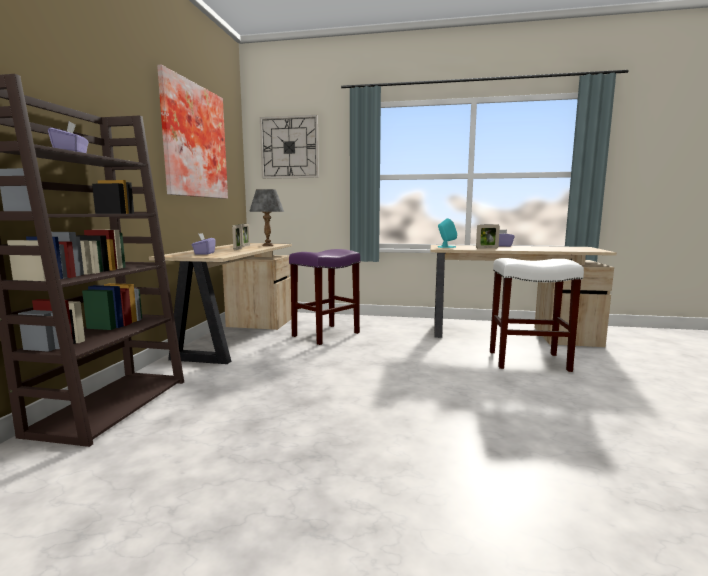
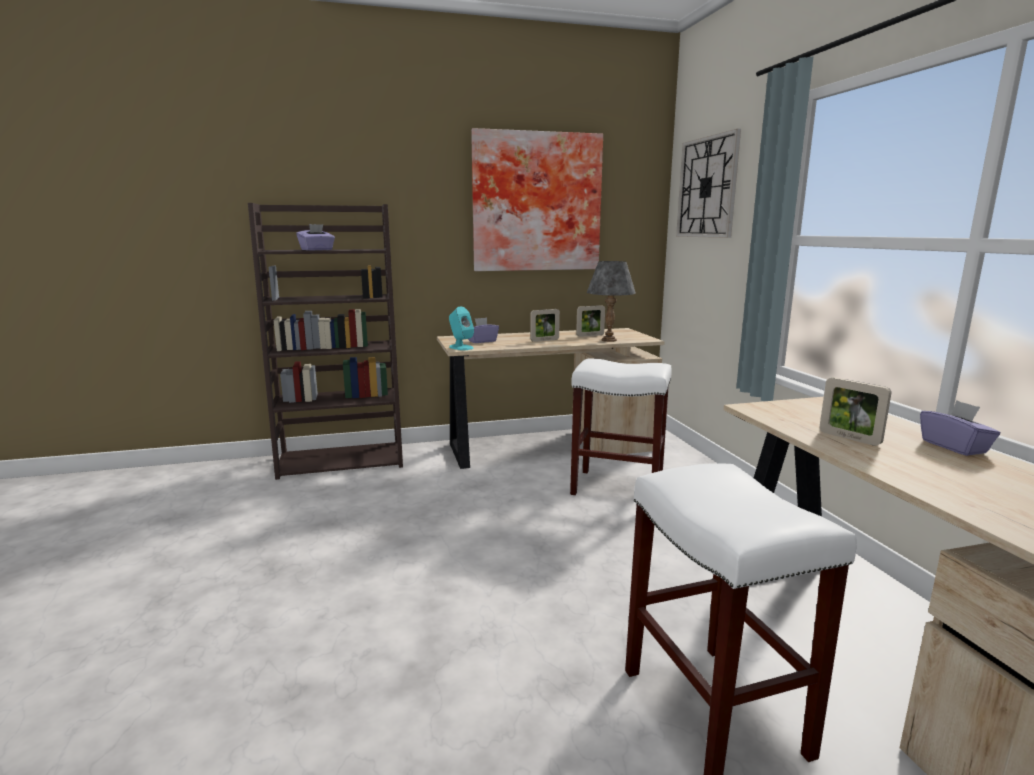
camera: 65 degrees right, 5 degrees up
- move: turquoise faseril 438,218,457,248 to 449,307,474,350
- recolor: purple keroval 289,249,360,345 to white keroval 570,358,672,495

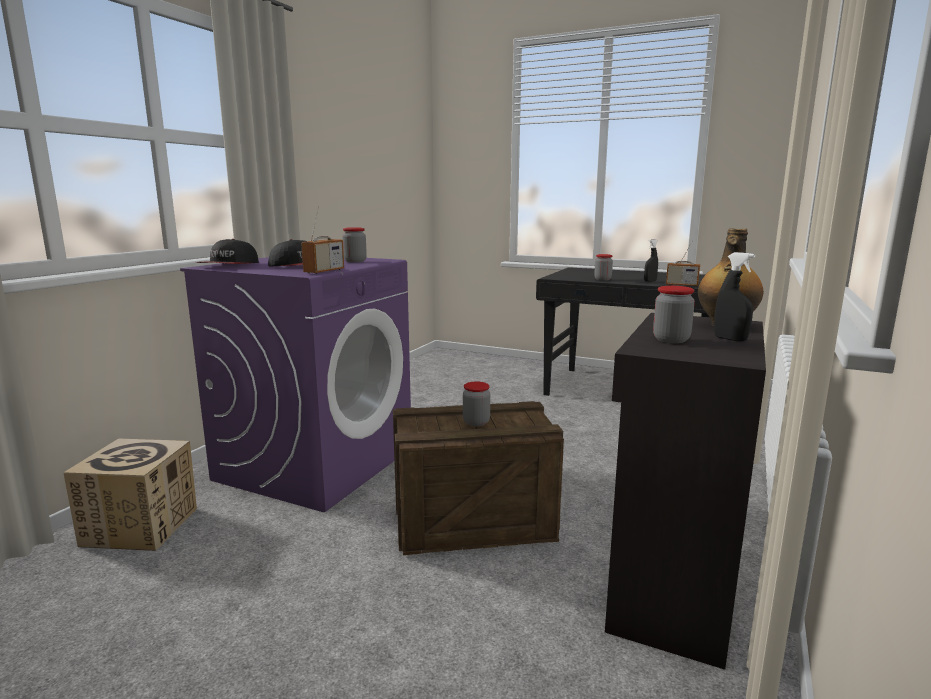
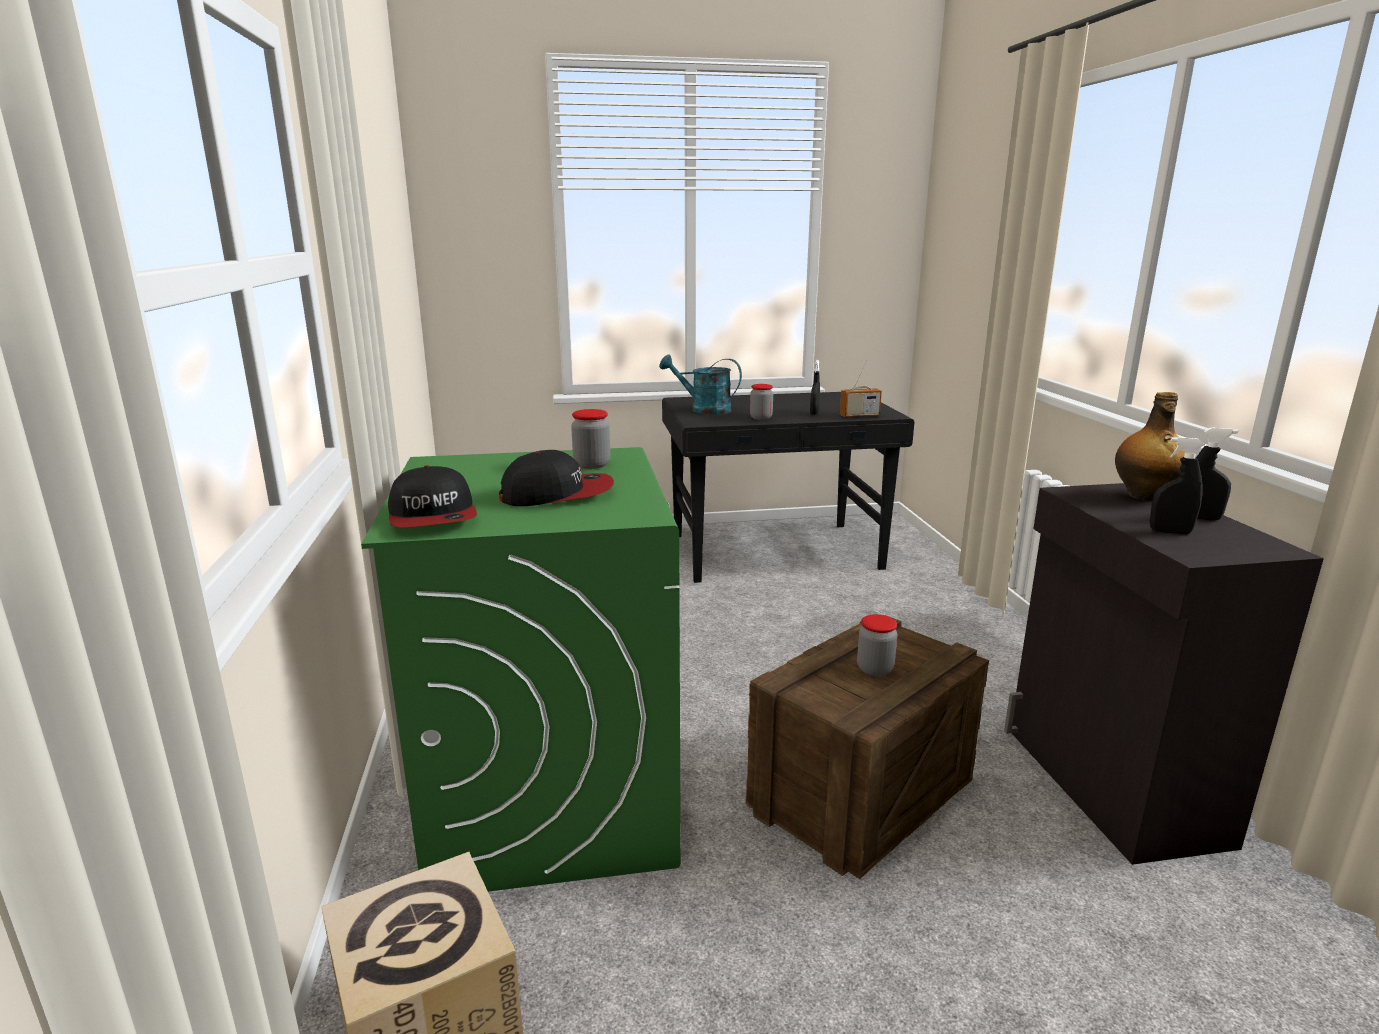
camera: 35 degrees left, 5 degrees up
- recolor: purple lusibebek 180,257,411,512 to green lusibebek 361,447,681,892
- insert: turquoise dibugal 659,354,742,415
- replace: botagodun 653,286,695,343 to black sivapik 1149,437,1205,534
- delete: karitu 301,206,344,274

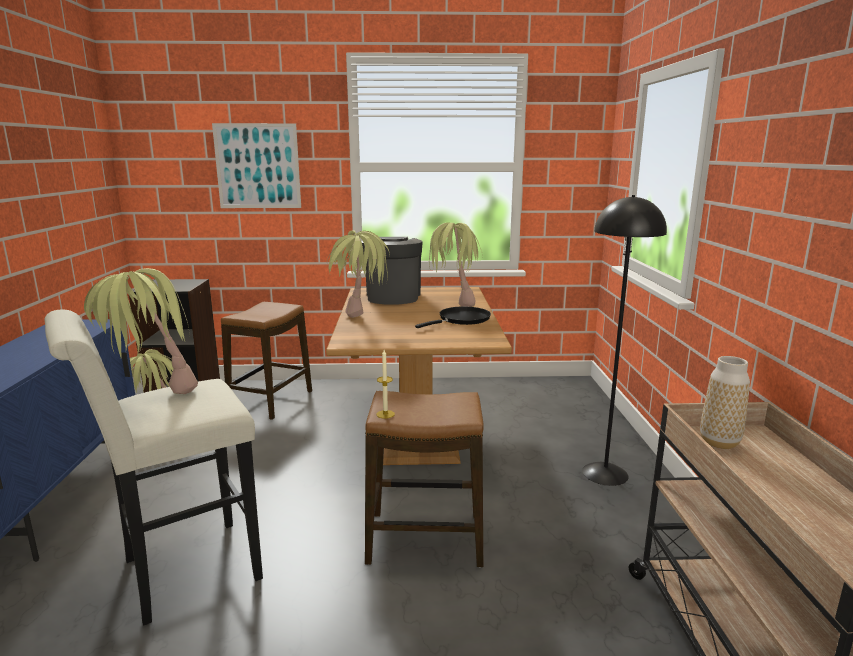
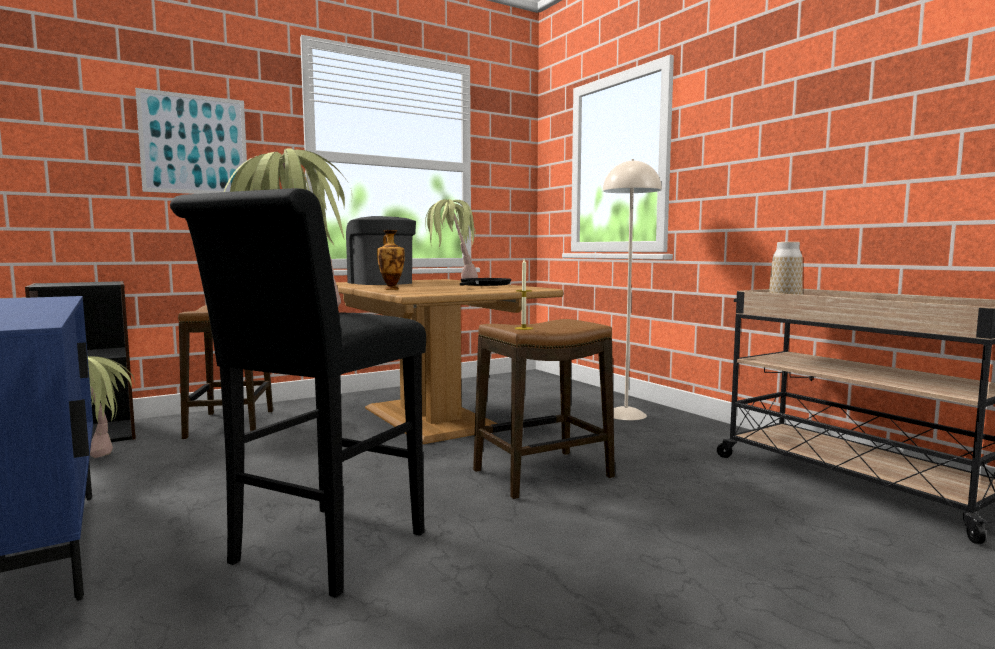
camera: 30 degrees left, 10 degrees down
- recolor: white keroval 44,310,263,626 to black keroval 170,188,426,598
- replace: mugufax 327,230,390,318 to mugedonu 377,230,405,290
- recolor: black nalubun 582,195,667,486 to beige nalubun 603,159,662,420

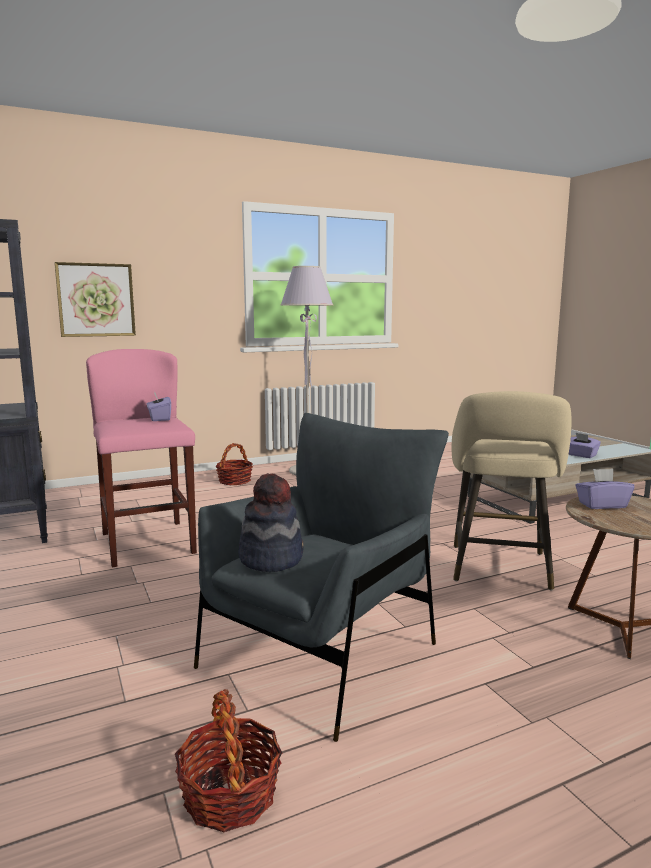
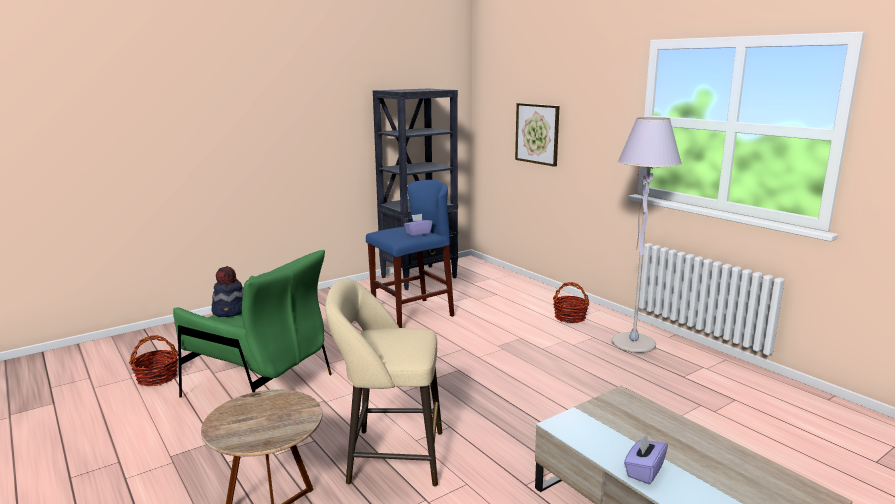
camera: 80 degrees right, 5 degrees up
- recolor: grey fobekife 194,413,449,742 to green fobekife 173,250,332,398
- recolor: pink keroval 86,349,197,567 to blue keroval 366,180,454,328
- delete: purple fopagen 575,469,635,509

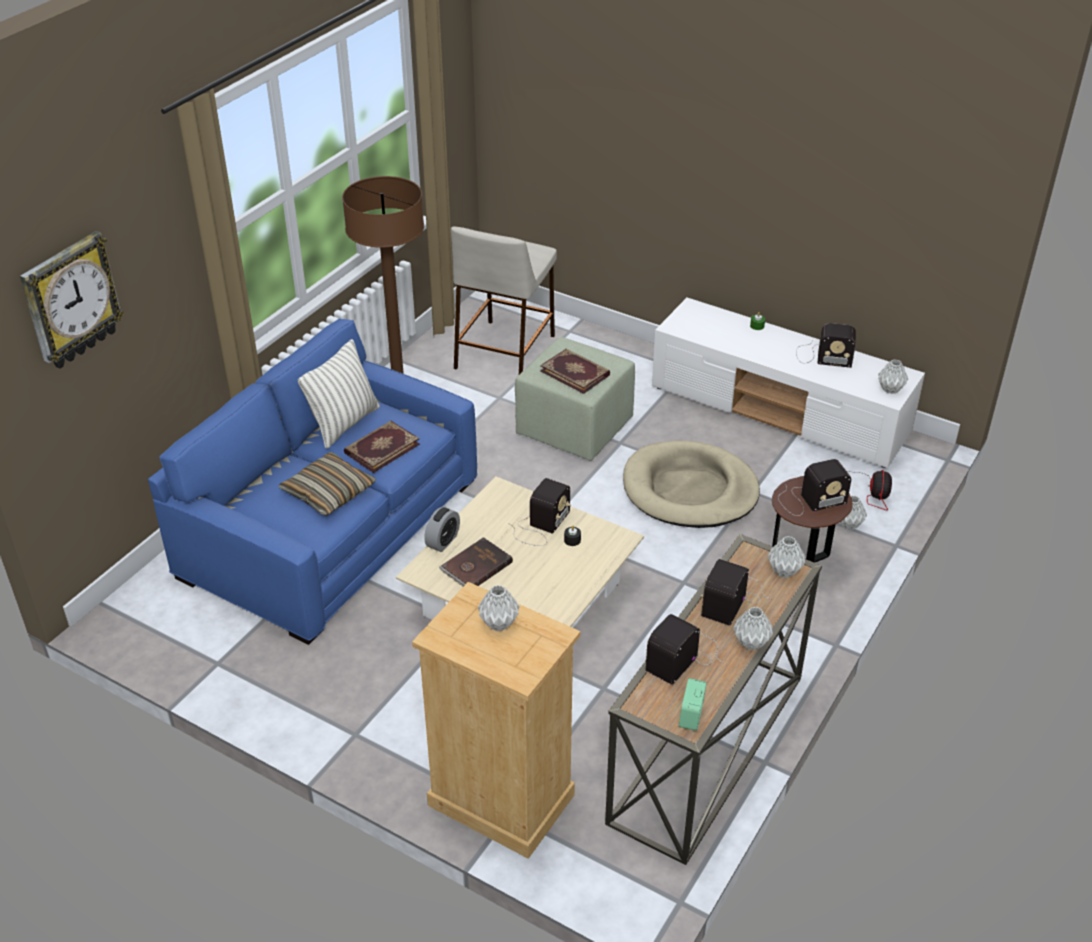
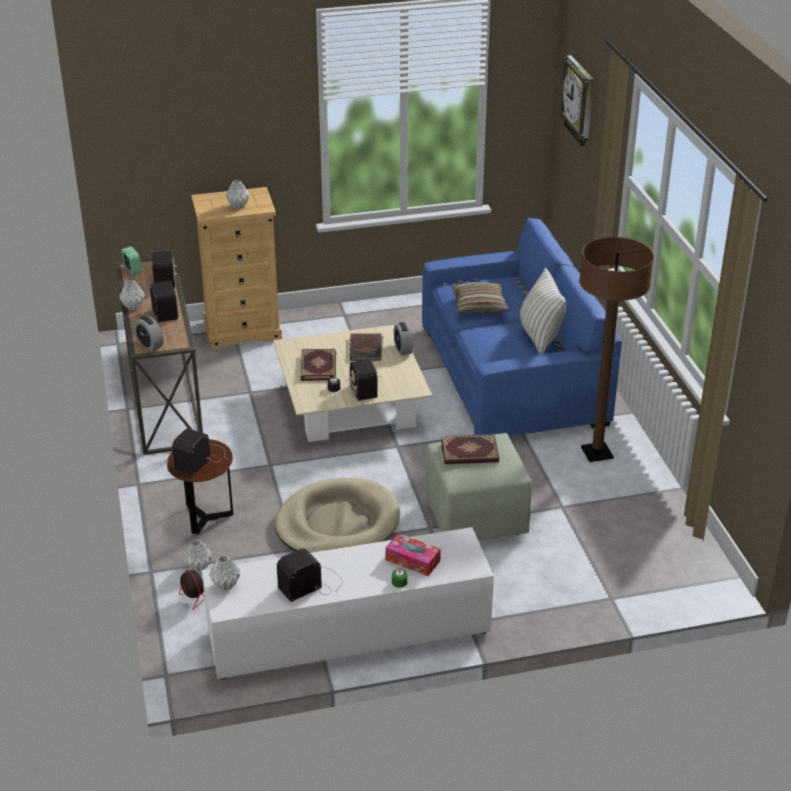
camera: 135 degrees right, 5 degrees down
- replace: grey mugedonu 768,536,805,578 to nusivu 133,316,163,351
- move: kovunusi 344,421,420,473 to 301,349,336,381
- insert: fopagen 386,533,441,576
- delete: beige keroval 451,227,557,374

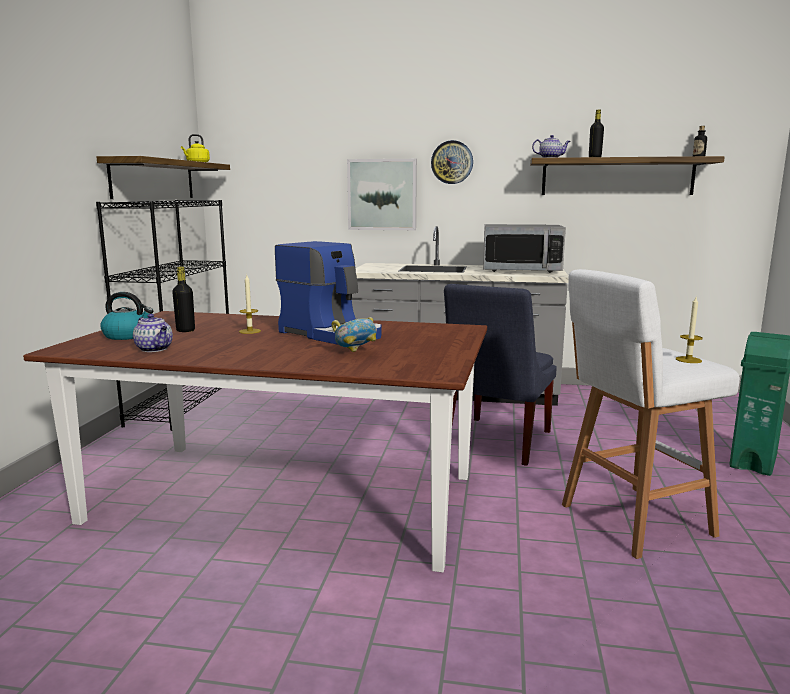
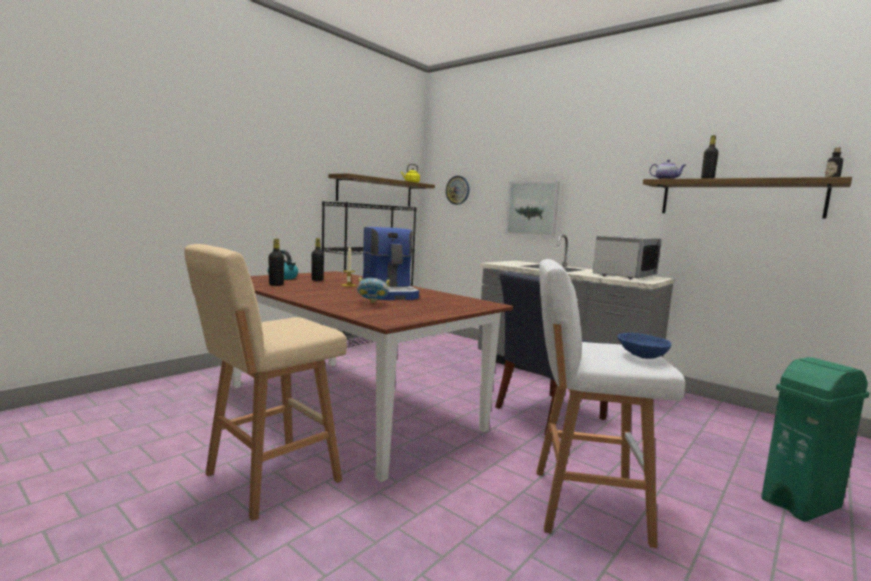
camera: 30 degrees right, 5 degrees down
- insert: beige keroval 184,244,347,521
- replace: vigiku 133,314,173,352 to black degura 268,239,284,286
- move: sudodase 431,140,473,184 to 446,176,469,205
- rotate: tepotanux 483,224,566,273 = 593,236,661,280 90 degrees counterclockwise
- replace: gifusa 676,297,703,363 to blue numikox 617,333,672,359

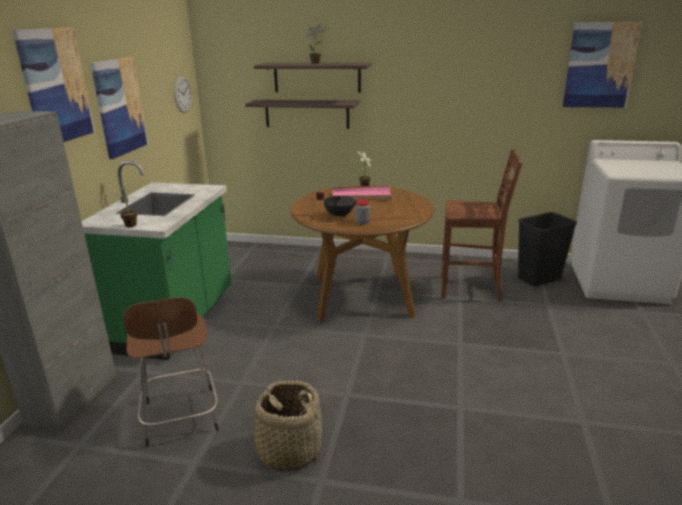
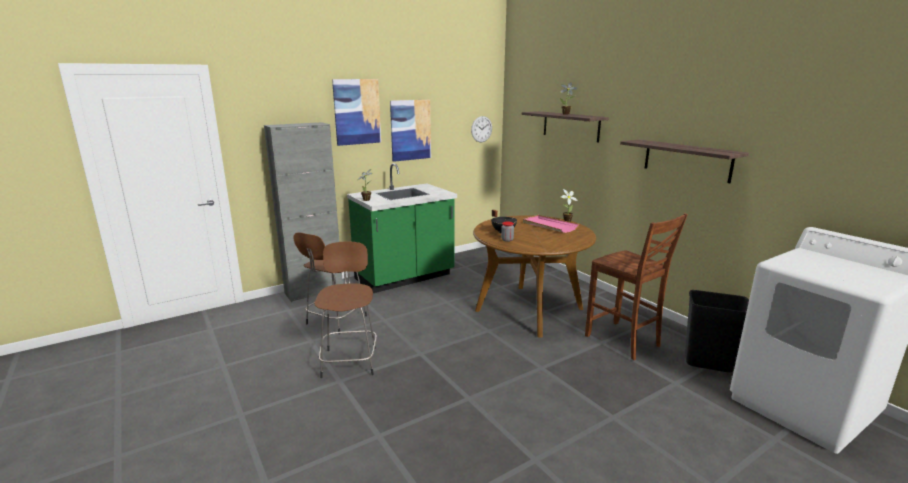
camera: 45 degrees right, 5 degrees down
- replace: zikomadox 250,381,325,472 to brown keroval 314,241,377,378
- move: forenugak 245,99,359,129 to 620,139,749,183
- delete: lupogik 563,22,642,108

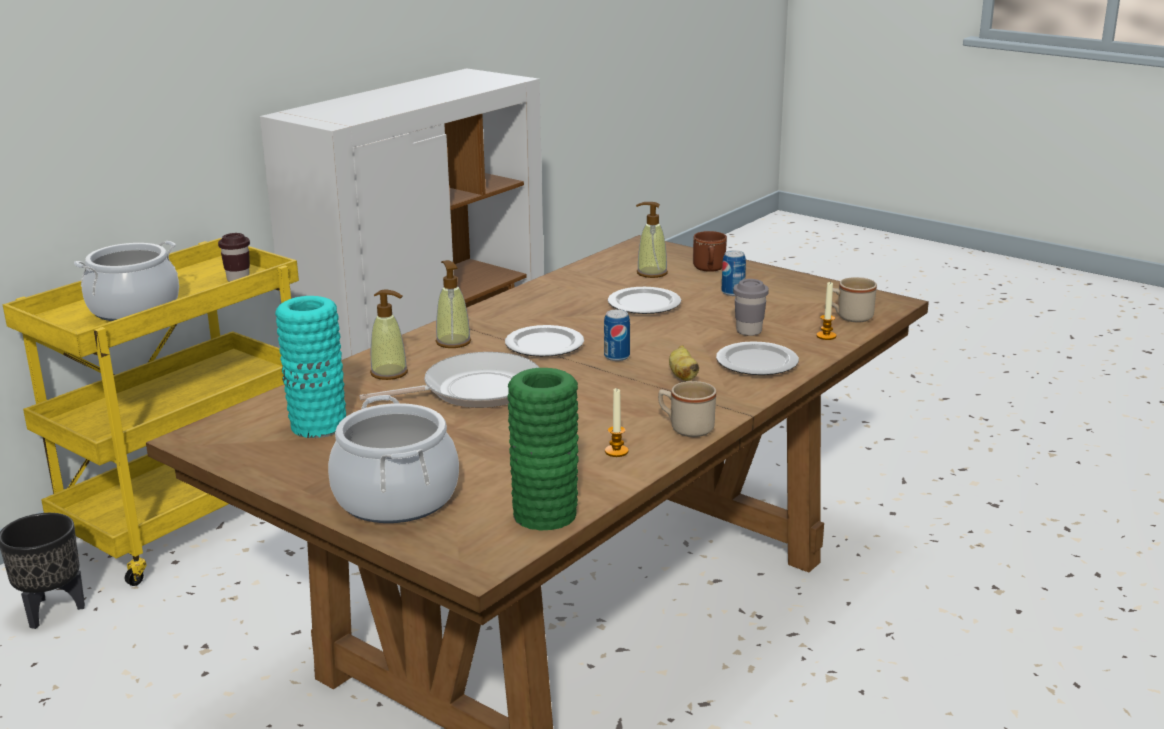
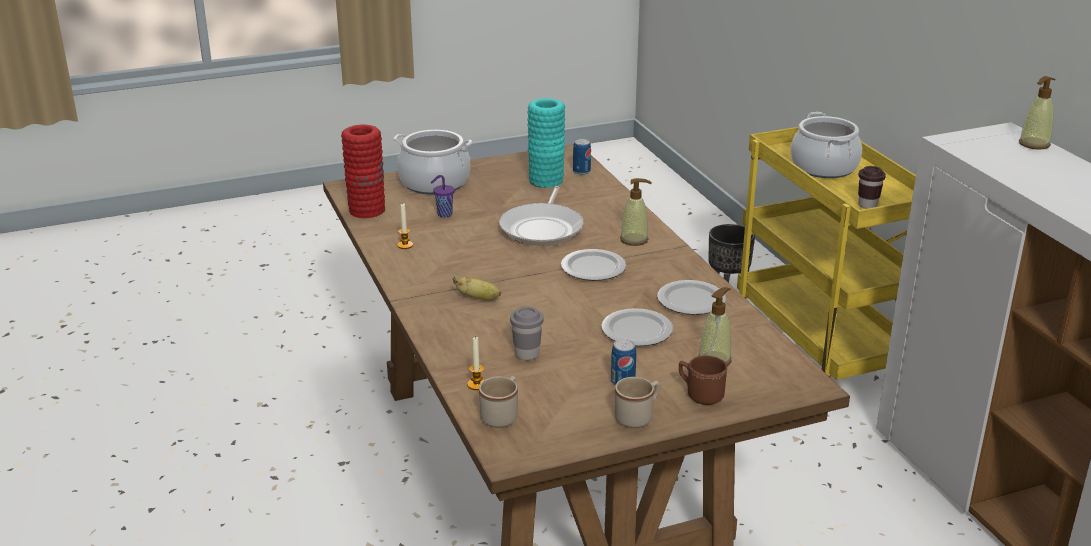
camera: 120 degrees right, 5 degrees up
- recolor: green mugedonu 508,368,579,531 to red mugedonu 341,124,385,218
- insert: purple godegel 431,175,455,218
- move: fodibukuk 604,310,630,361 to 573,139,591,175
- move: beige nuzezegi 658,381,716,437 to 615,377,659,428
- move: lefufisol 716,341,799,375 to 657,280,726,315
- move: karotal 370,289,408,380 to 1019,76,1055,150

